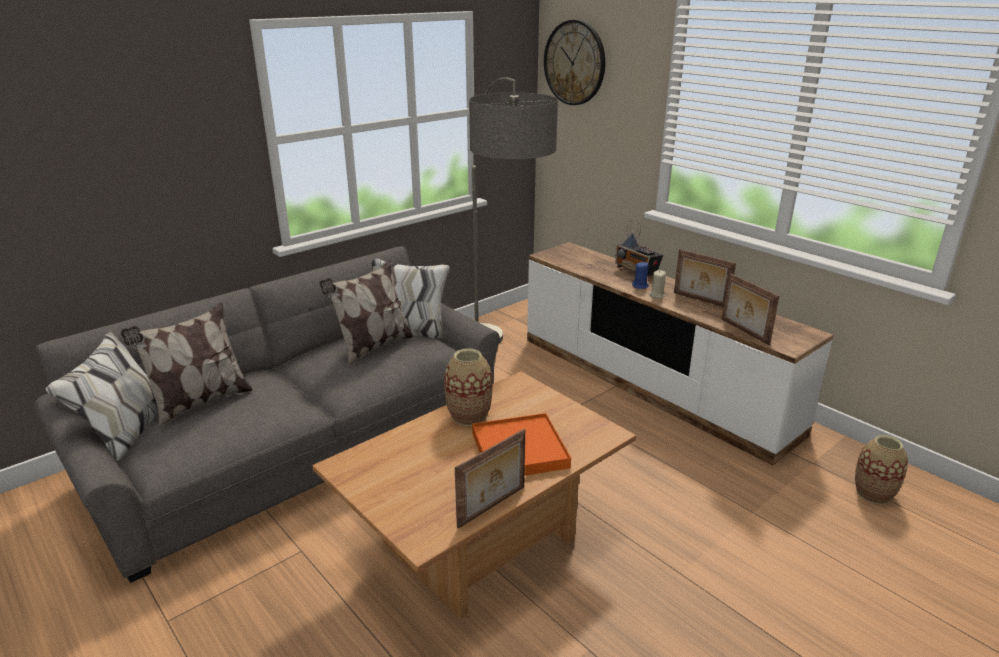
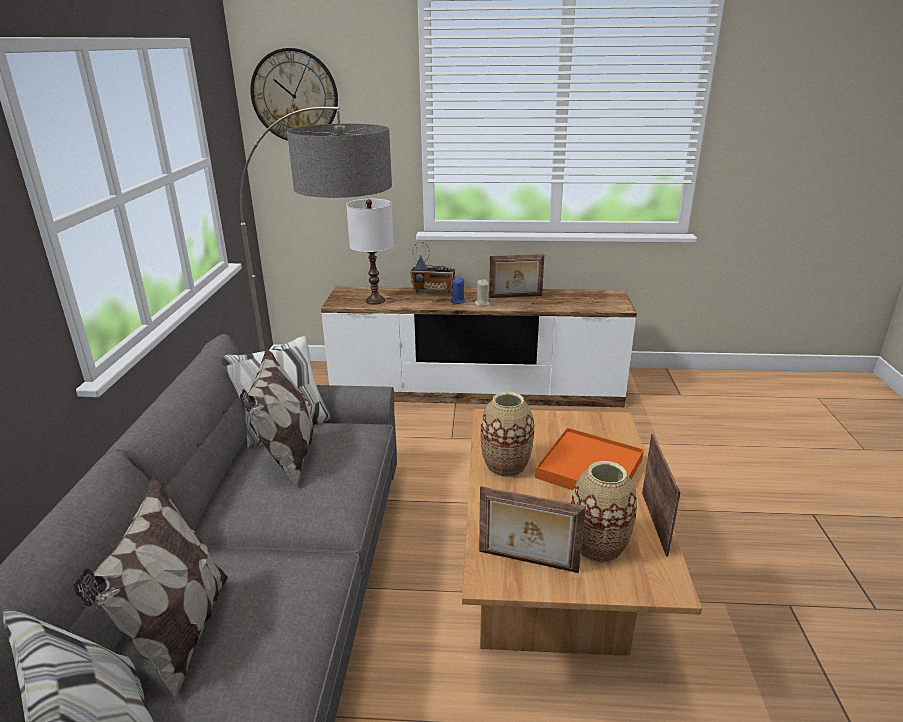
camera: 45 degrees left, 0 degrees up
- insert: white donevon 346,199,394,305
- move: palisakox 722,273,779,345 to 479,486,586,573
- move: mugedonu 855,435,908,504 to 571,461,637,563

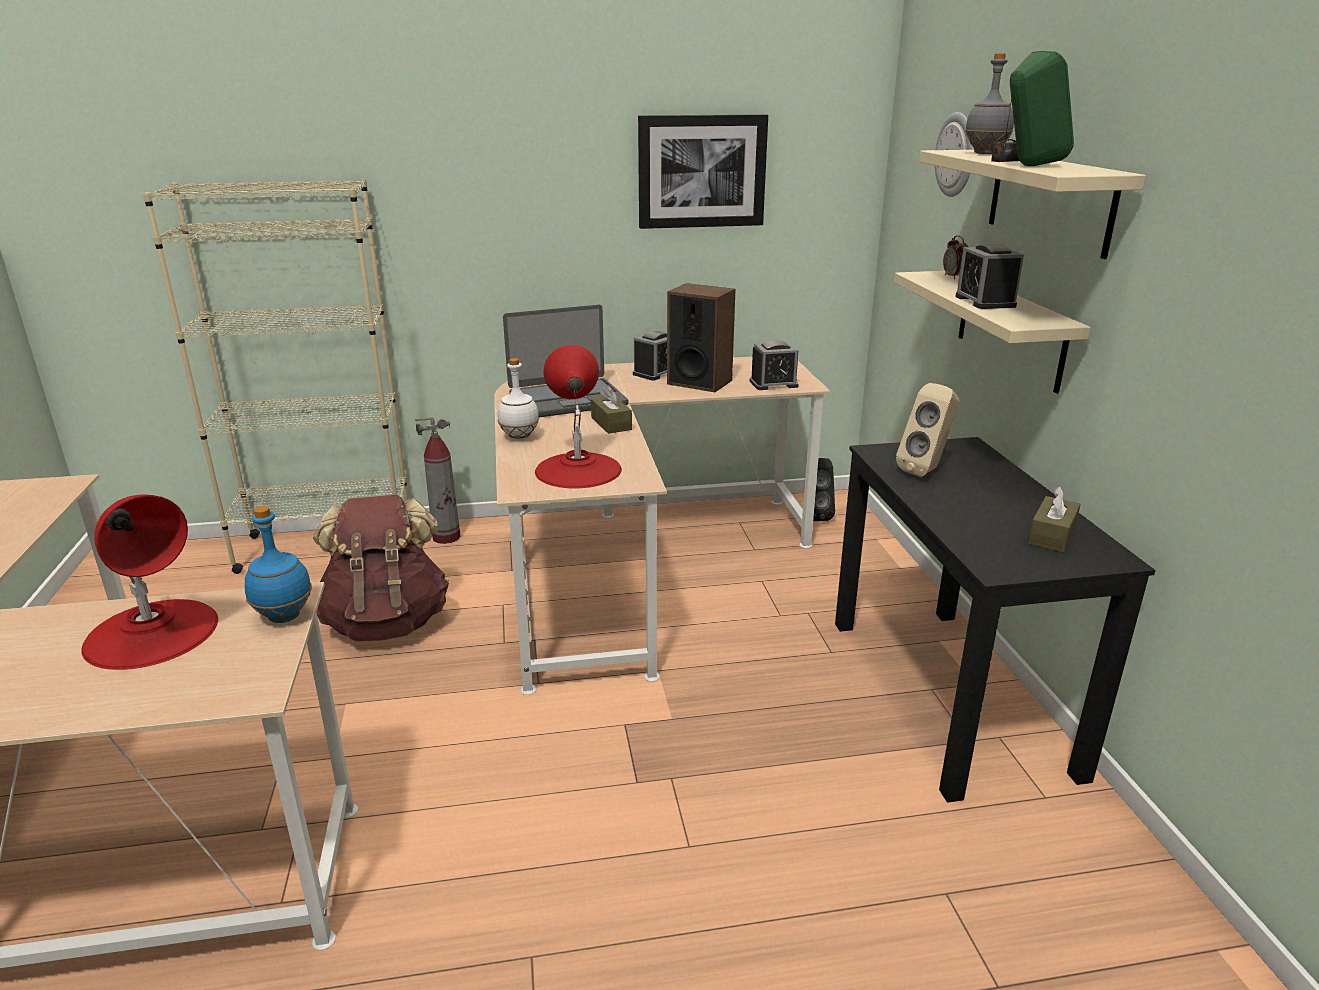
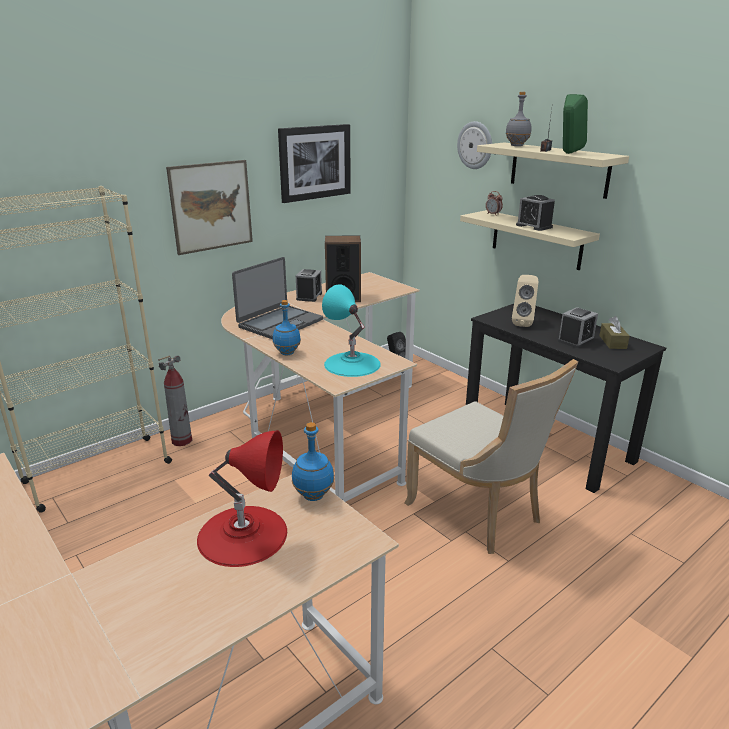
camera: 30 degrees left, 0 degrees up
- insert: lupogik 166,160,253,255
- recolor: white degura 497,358,539,441 to blue degura 273,300,301,355
- recolor: red donevon 535,345,622,488 to turquoise donevon 322,284,381,377
- insert: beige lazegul 405,359,578,554
- move: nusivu 750,341,799,390 to 558,307,598,348
- delete: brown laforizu 313,495,449,642
- delete: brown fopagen 591,385,632,434

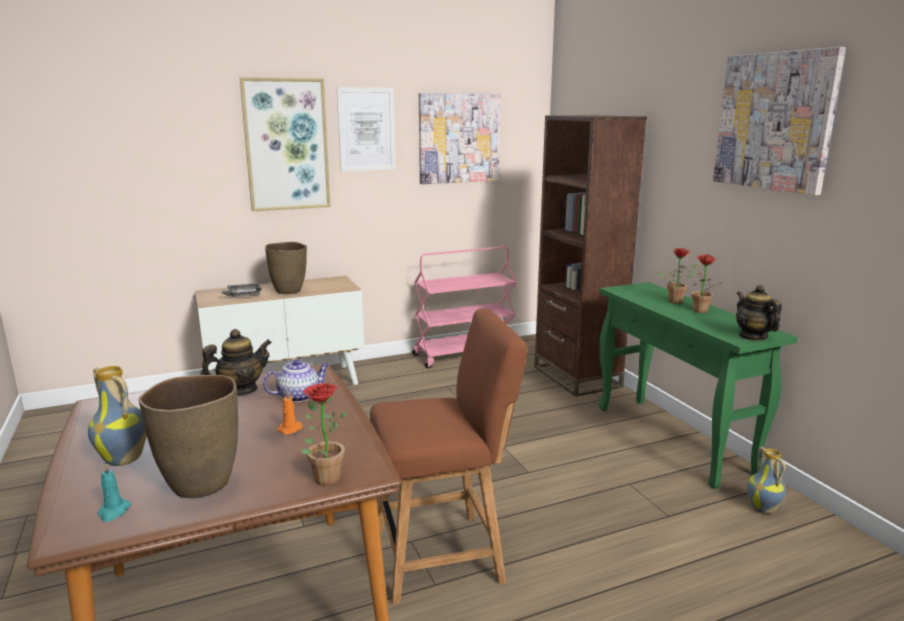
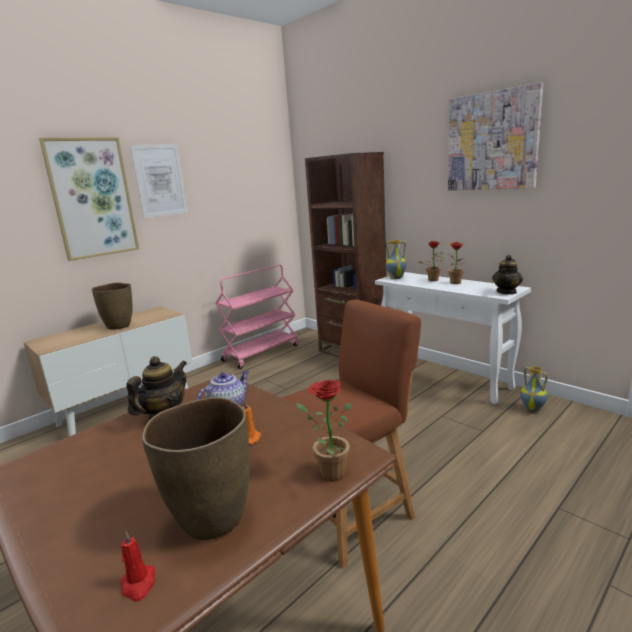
camera: 20 degrees left, 0 degrees up
- recolor: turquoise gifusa 98,462,131,522 to red gifusa 120,530,155,602
- recolor: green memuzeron 599,282,798,489 to white memuzeron 375,272,531,405
- move: mugedonu 88,366,147,466 to 386,240,407,279
- rotate: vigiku 736,285,782,341 = 492,255,523,295 105 degrees counterclockwise
- delete: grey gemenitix 220,283,262,297
- delete: lupogik 419,93,501,184

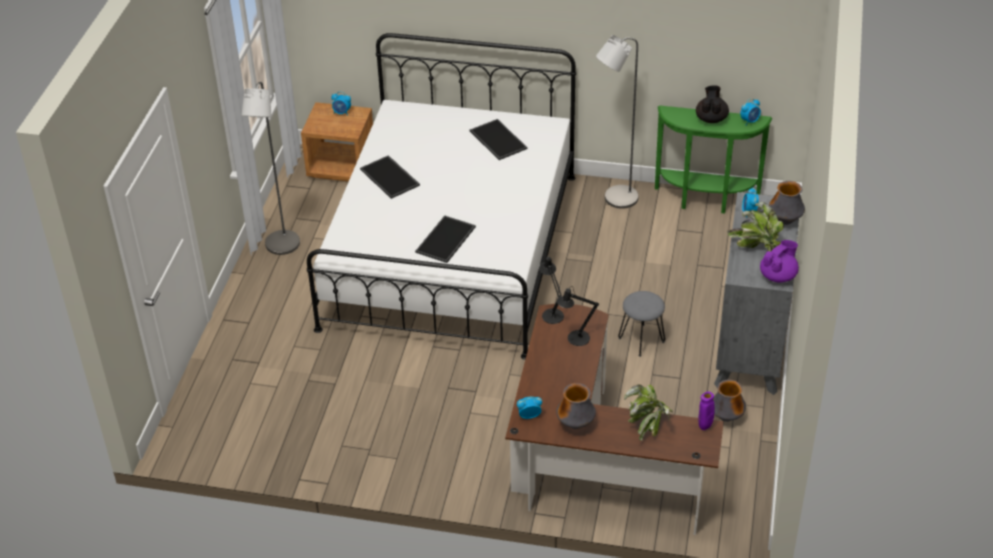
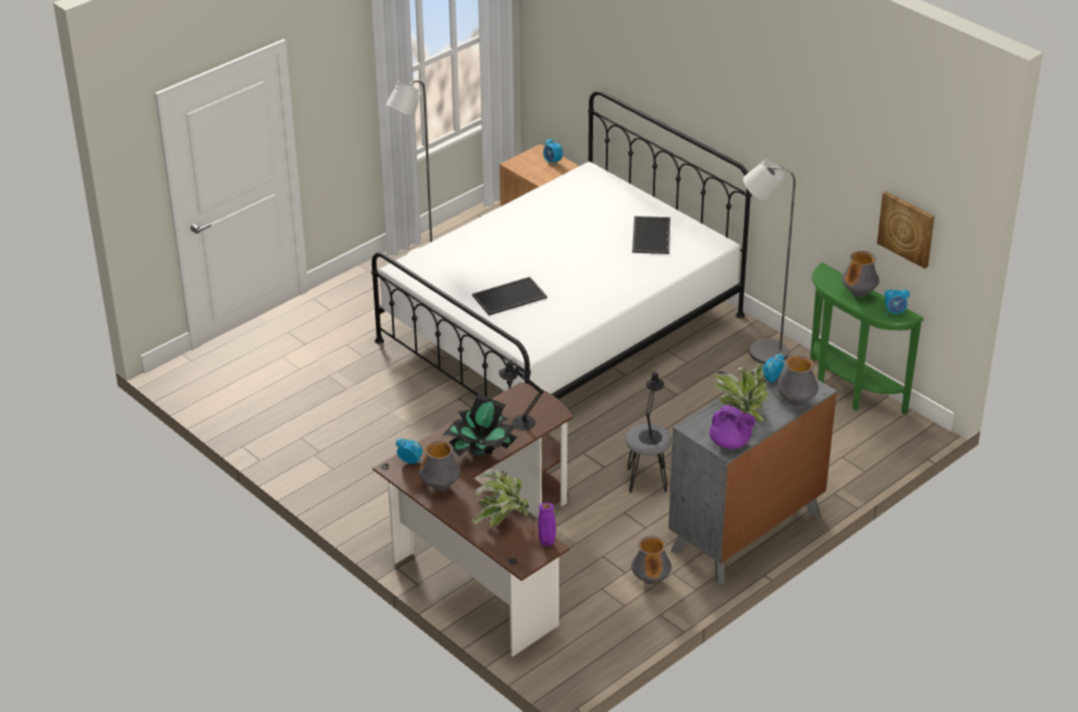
camera: 35 degrees right, 5 degrees down
- insert: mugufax 442,394,517,457
- move: black donevon 539,257,564,324 to 639,371,664,445
- rotate: purple vigiku 760,240,799,282 = 709,405,756,449 45 degrees clockwise
- replace: black vigiku 696,85,729,123 to mugedonu 842,251,879,297
- insert: lupogik 877,191,935,269
- delete: gemenitix 360,155,420,199

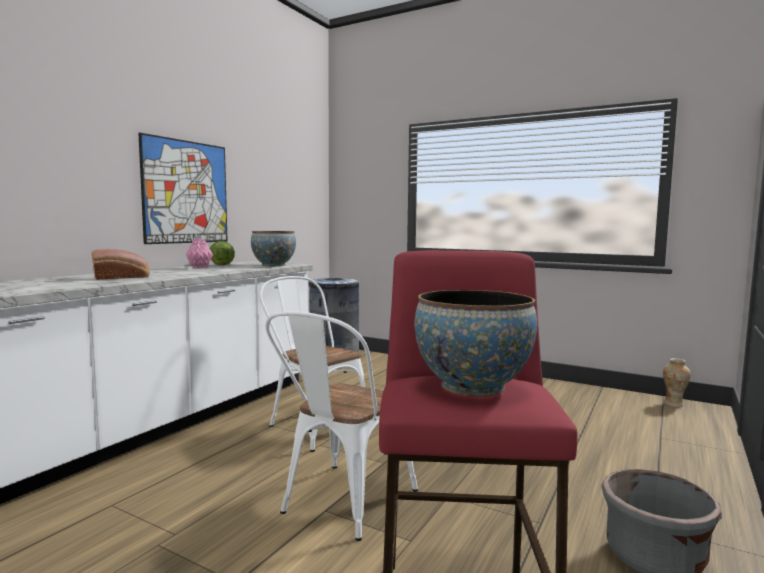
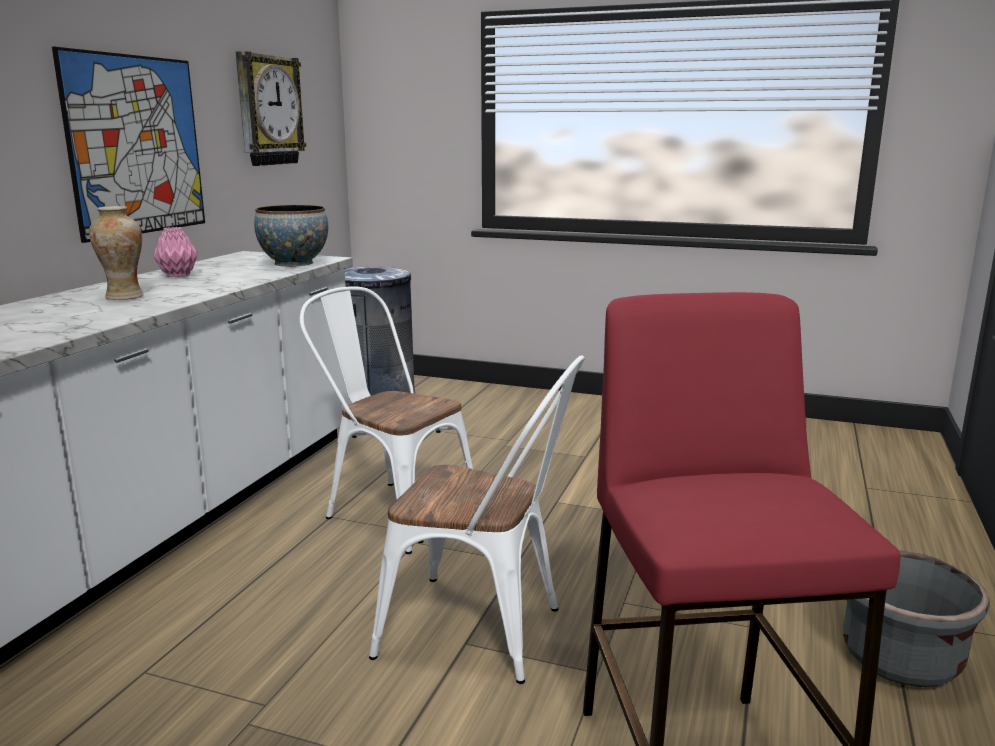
camera: 10 degrees left, 10 degrees up
- move: mugedonu 663,358,691,407 to 89,206,144,300
- insert: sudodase 236,51,306,166
- rotate: white lazegul 265,311,418,541 = 369,355,584,684 90 degrees counterclockwise
- delete: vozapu 92,249,150,280
- delete: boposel 210,241,235,266
- delete: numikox 415,290,537,396

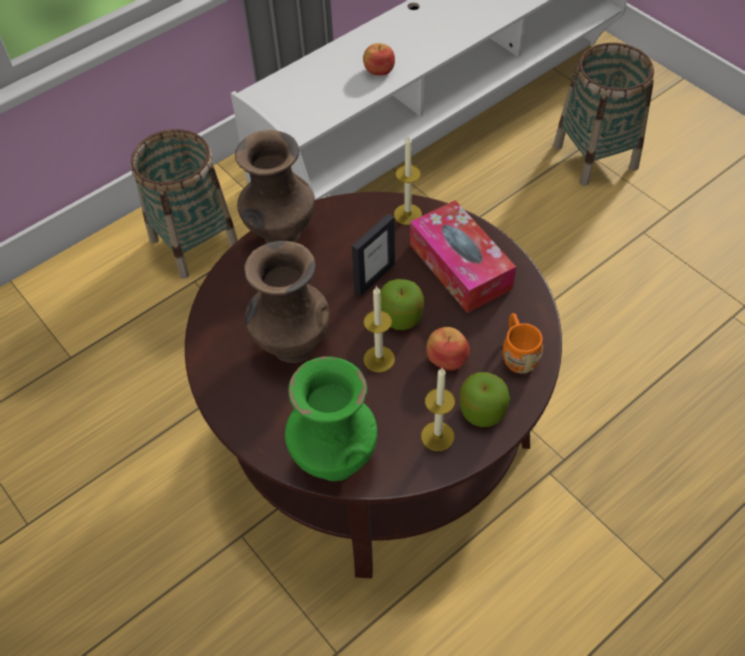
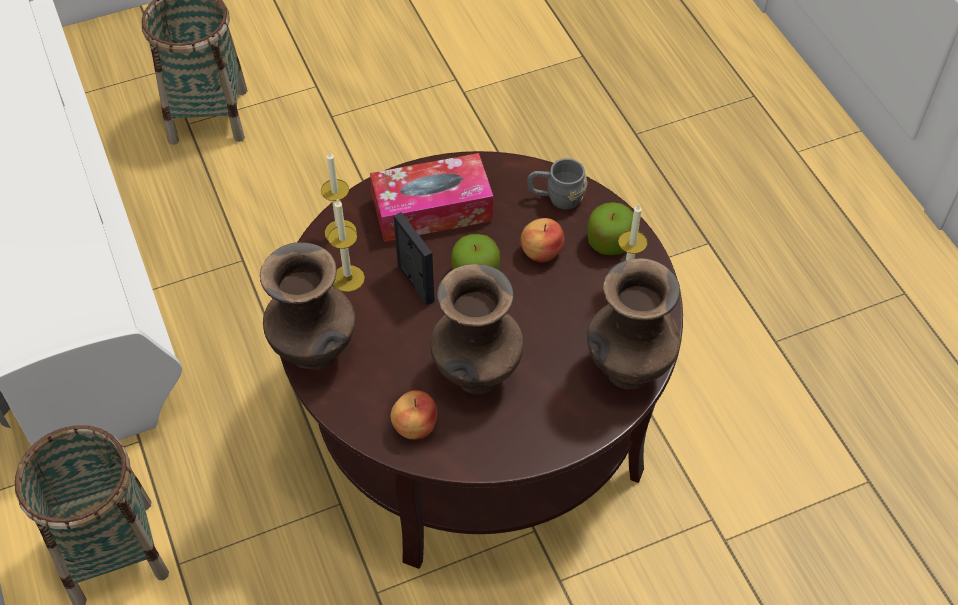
camera: 75 degrees left, 0 degrees up
- move: gifusa 363,286,395,373 to 328,198,365,292
- move: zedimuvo 363,43,395,76 to 391,390,437,440
- recolor: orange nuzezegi 503,313,543,374 to grey nuzezegi 527,158,587,210
- recolor: green mugedonu 285,356,377,481 to brown mugedonu 587,258,680,389

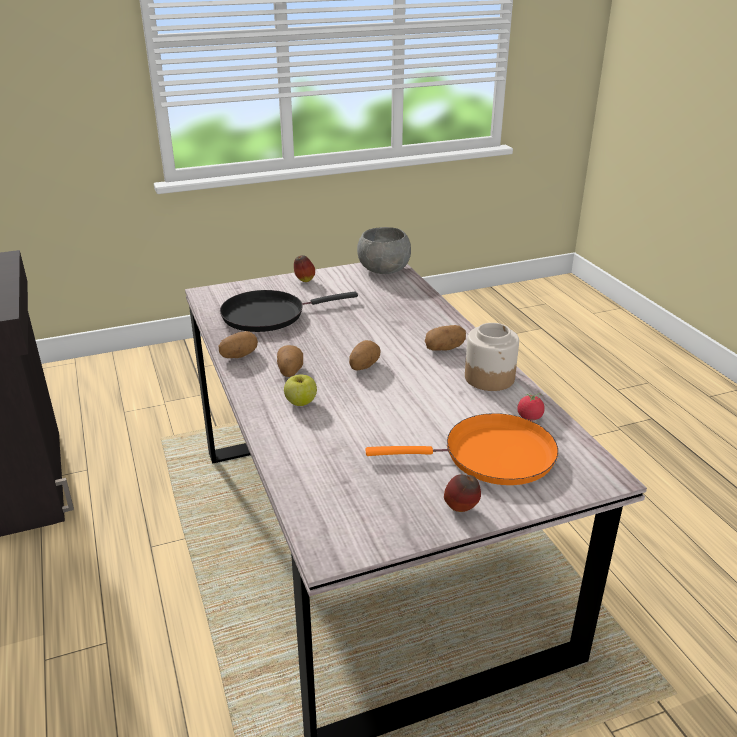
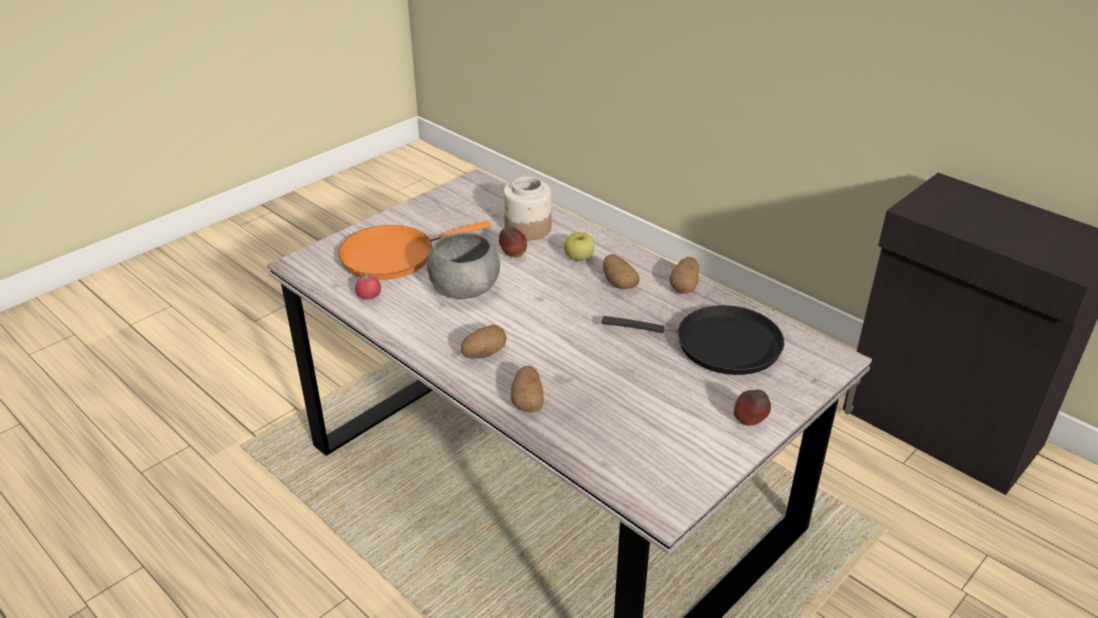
camera: 155 degrees right, 5 degrees up
- move: grey numikox 357,227,411,274 to 427,232,500,299
- move: zedimuvo 444,475,481,512 to 499,227,527,258
- move: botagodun 465,323,519,391 to 504,177,551,241
- move: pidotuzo 349,340,381,370 to 511,366,544,413
- rotate: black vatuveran 220,290,358,332 = 602,305,784,375 60 degrees clockwise

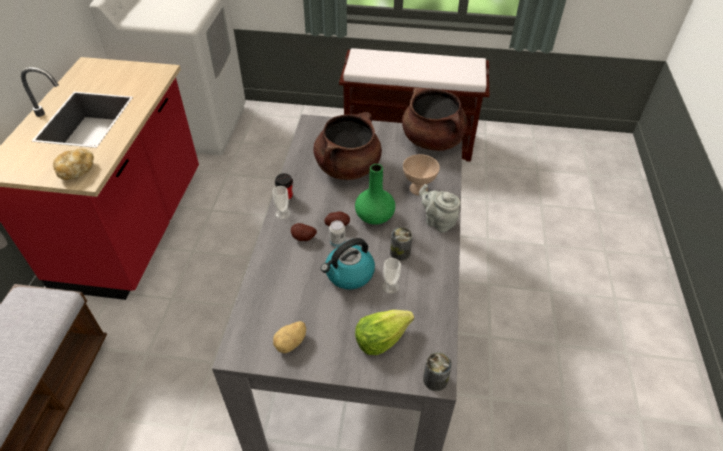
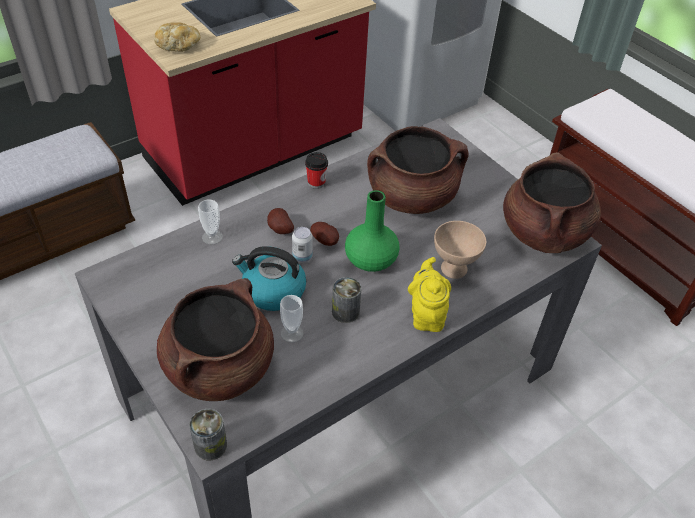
camera: 45 degrees right, 0 degrees up
- replace: boposel 355,310,414,355 to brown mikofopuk 157,278,274,401
- move: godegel 272,186,291,220 to 198,200,223,244
- recolor: grey vigiku 419,184,460,233 to yellow vigiku 408,257,451,332
- delete: pidotuzo 273,321,306,353

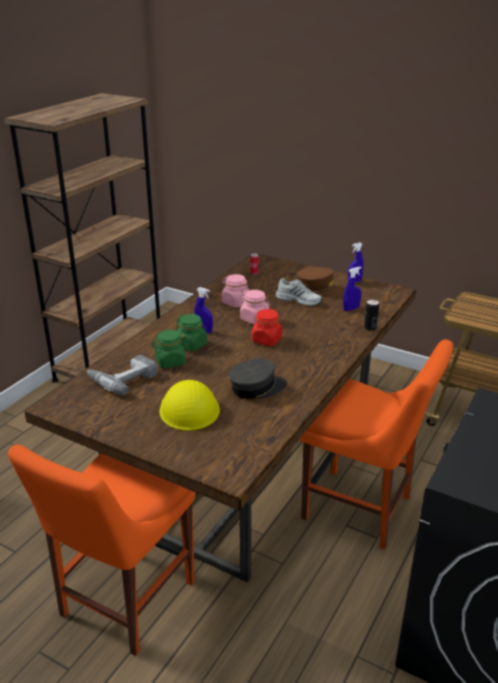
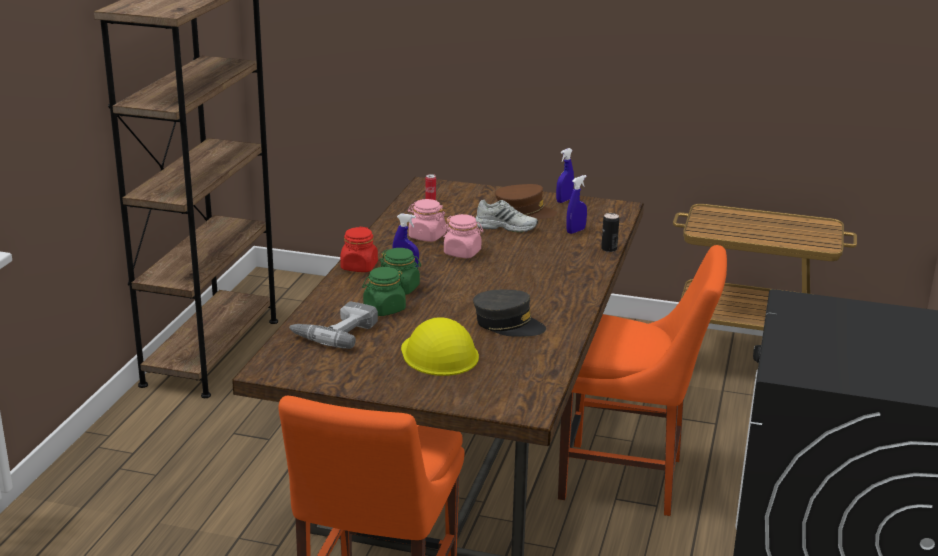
camera: 15 degrees left, 5 degrees down
- move: red botagodun 252,309,282,346 to 340,227,378,272
- rotate: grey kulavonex 229,359,287,399 = 473,290,546,337 60 degrees clockwise

